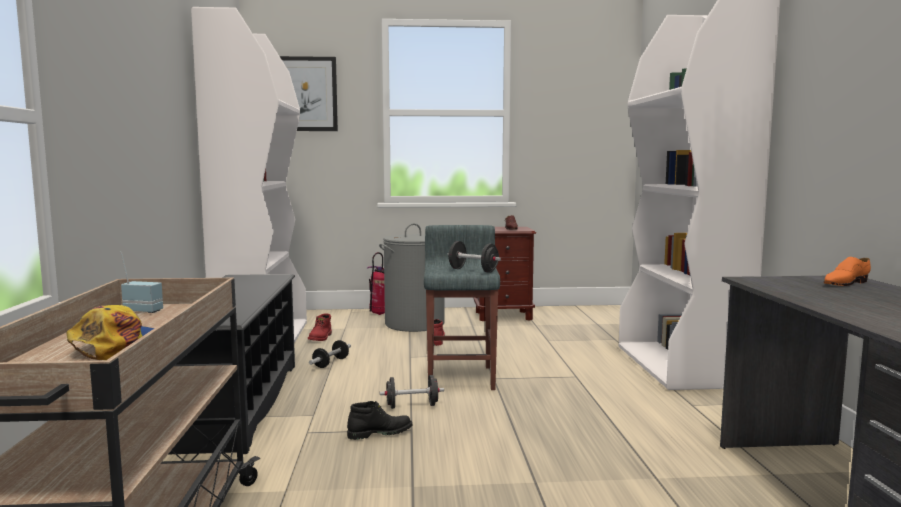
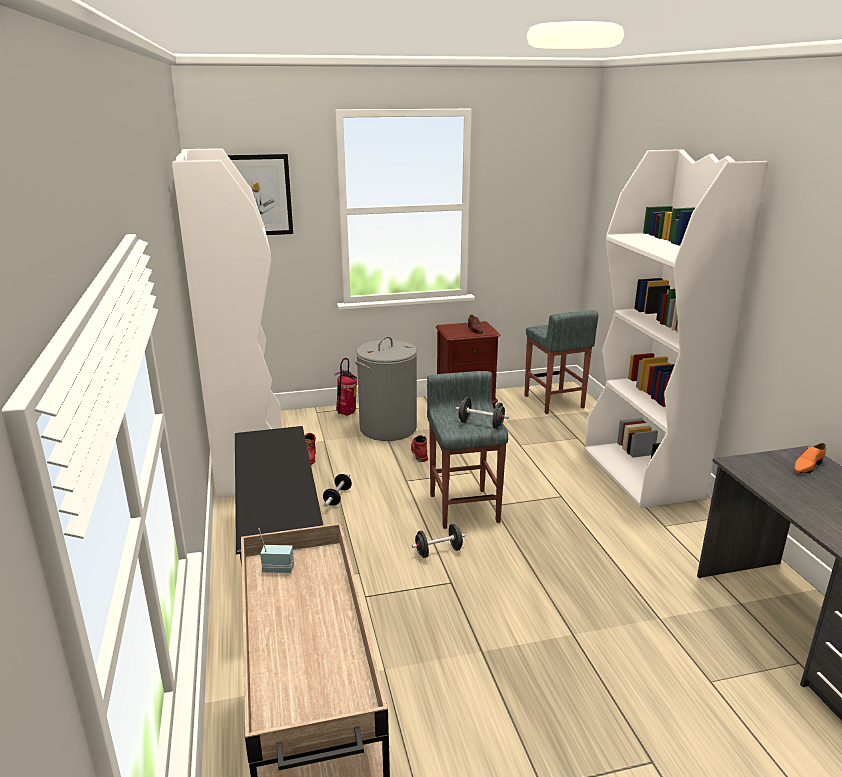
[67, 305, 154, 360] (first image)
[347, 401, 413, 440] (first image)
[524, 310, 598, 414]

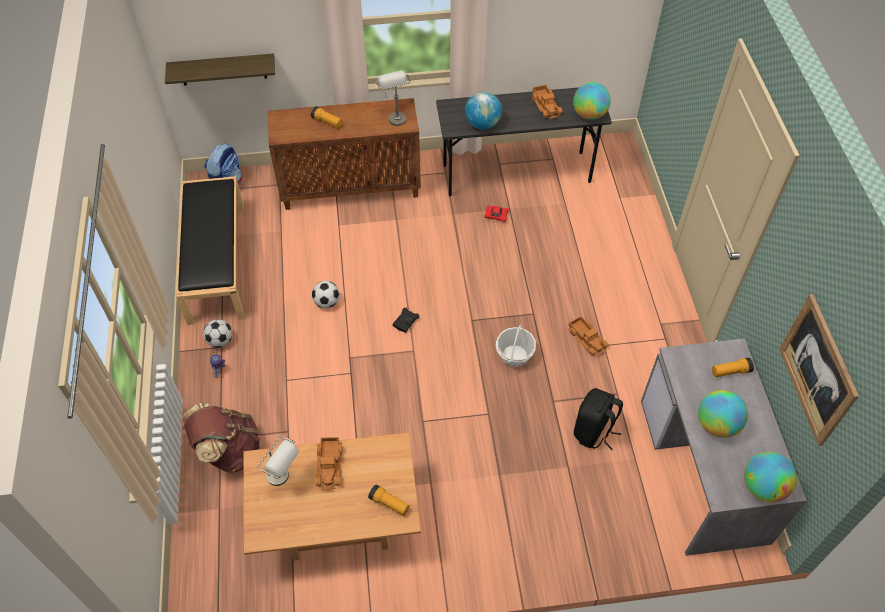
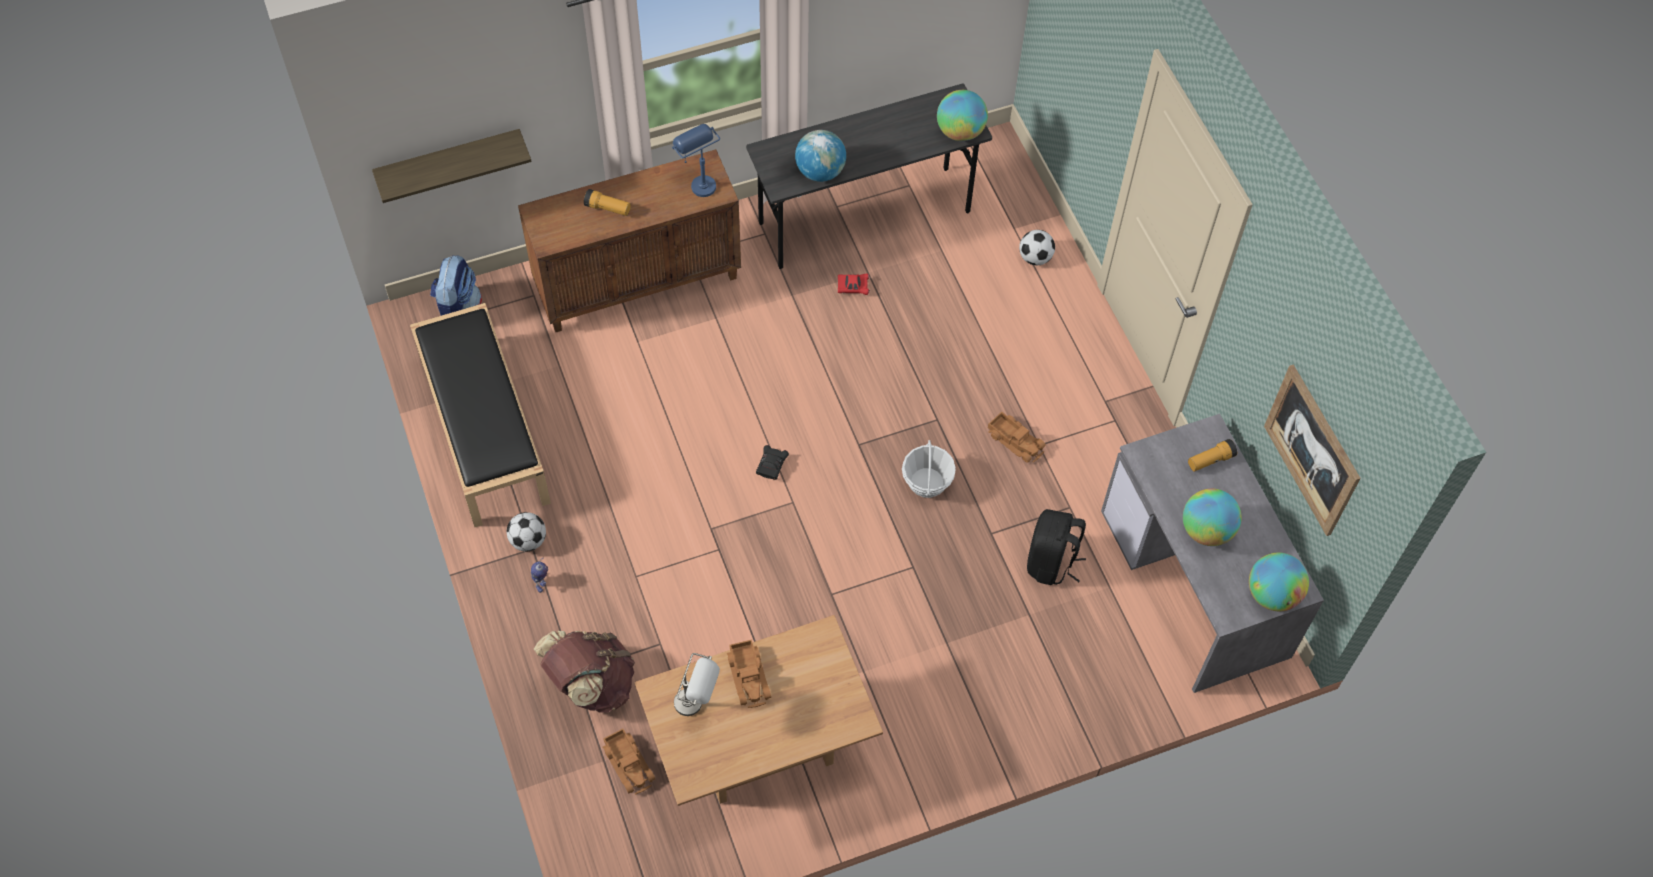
[672, 124, 720, 197]
[603, 729, 655, 794]
[1019, 230, 1055, 265]
[368, 484, 409, 516] (first image)

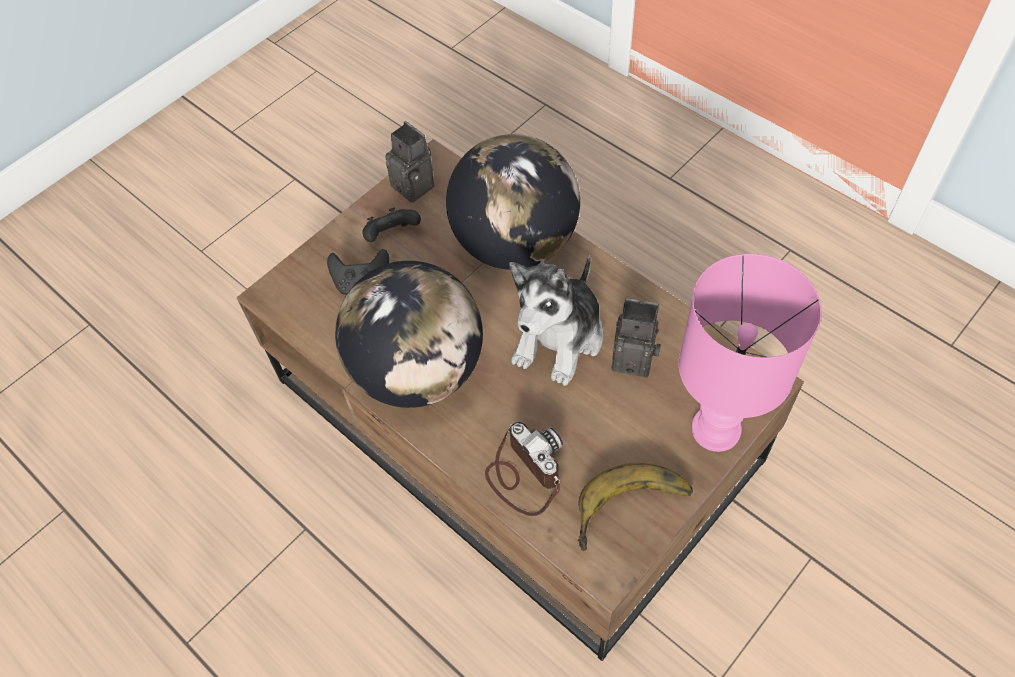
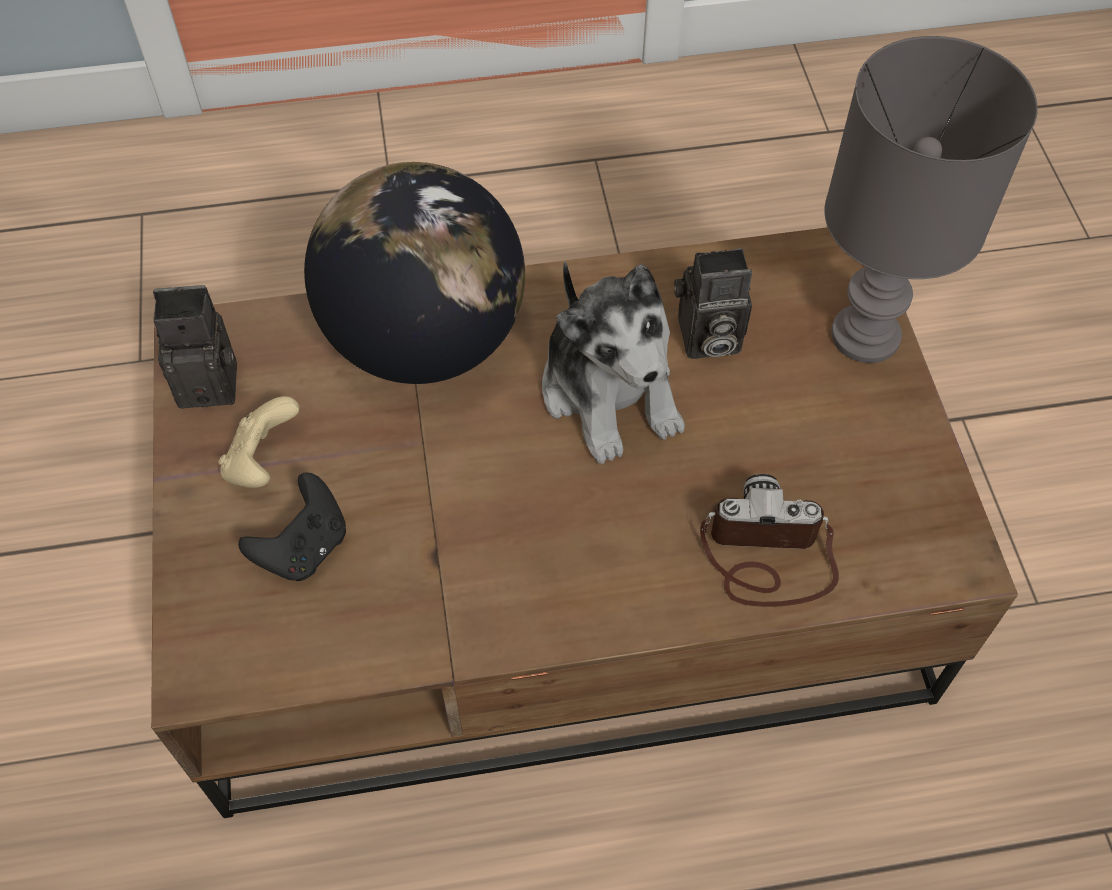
[218, 396, 300, 488]
[824, 36, 1038, 363]
[335, 261, 483, 408] (first image)
[674, 248, 752, 359]
[577, 463, 693, 551] (first image)

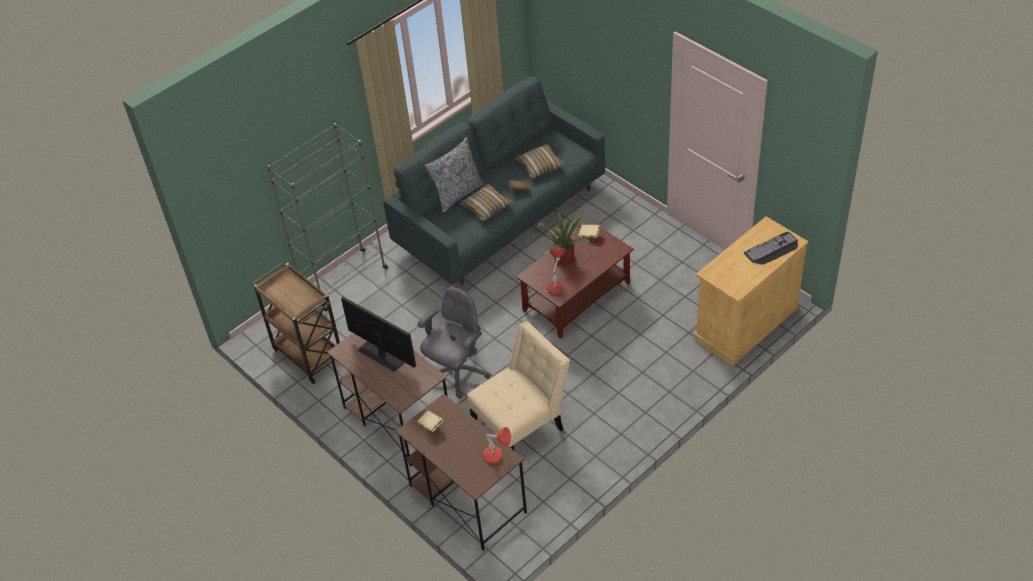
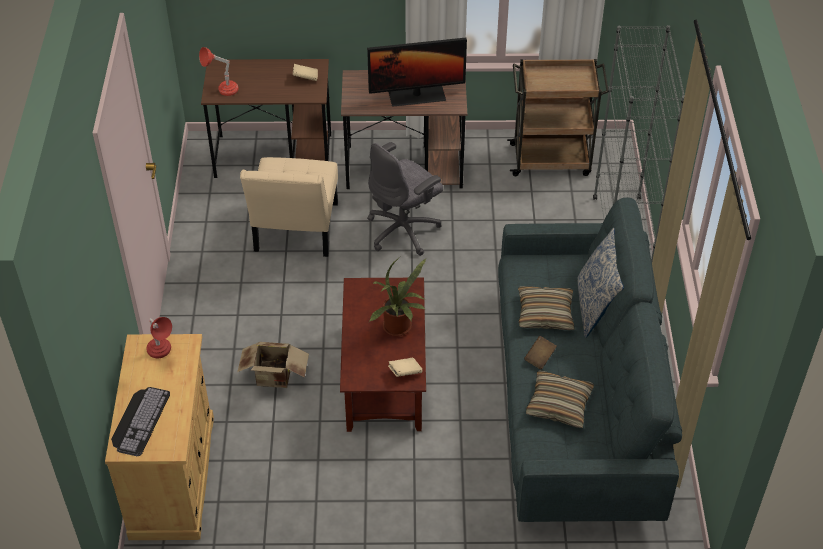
[146, 317, 172, 358]
[367, 142, 443, 256]
[237, 342, 309, 388]

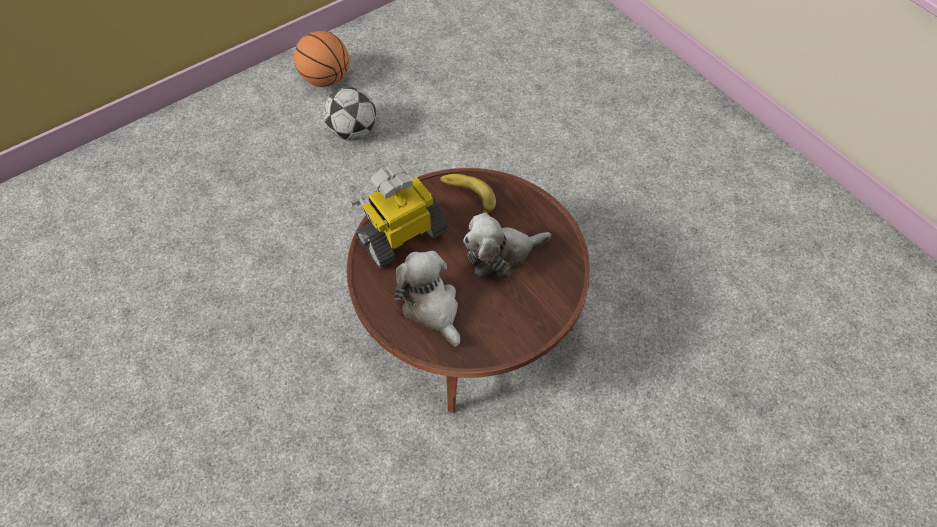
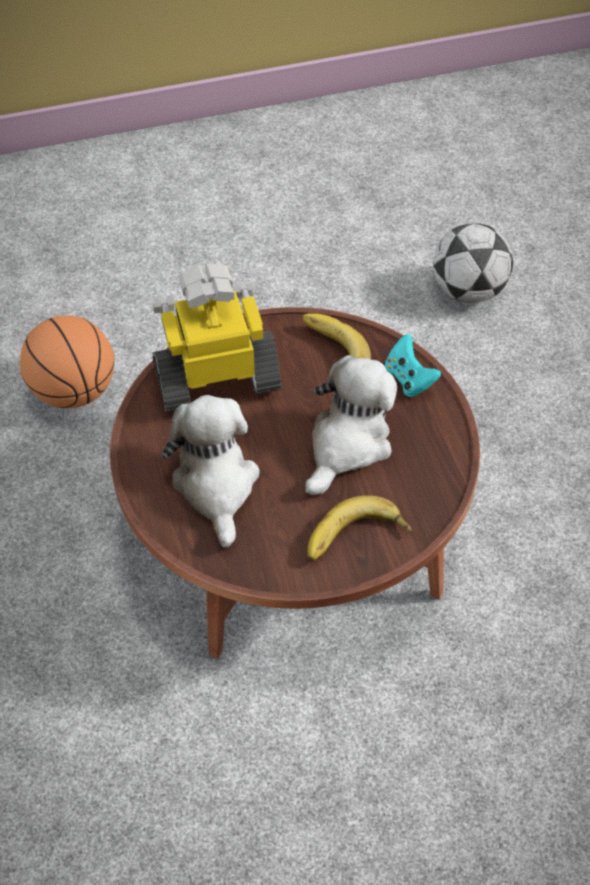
[20, 315, 114, 408]
[433, 223, 513, 303]
[305, 355, 397, 495]
[385, 334, 441, 397]
[308, 495, 412, 561]

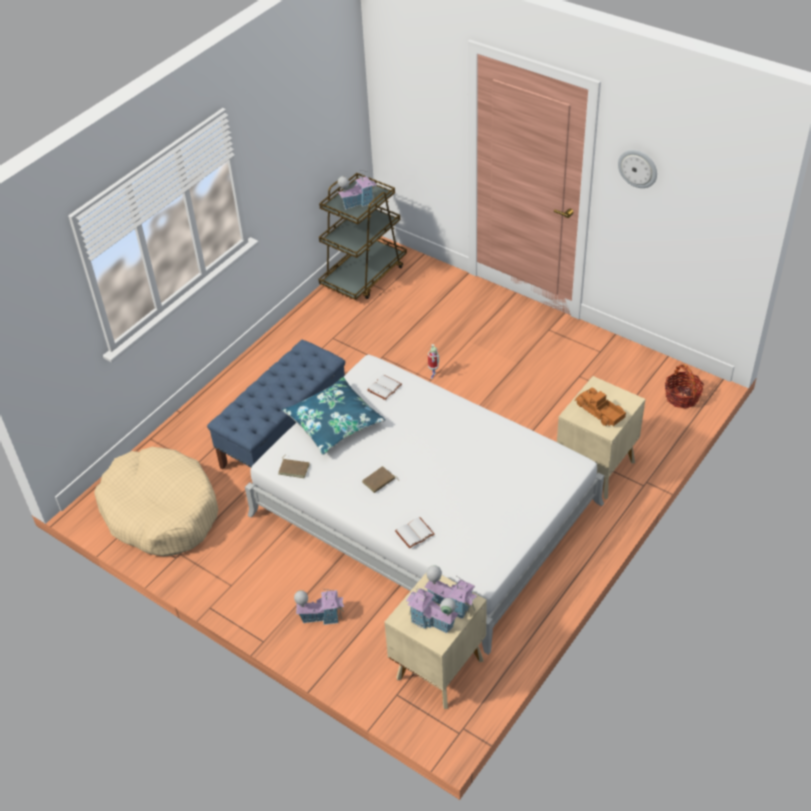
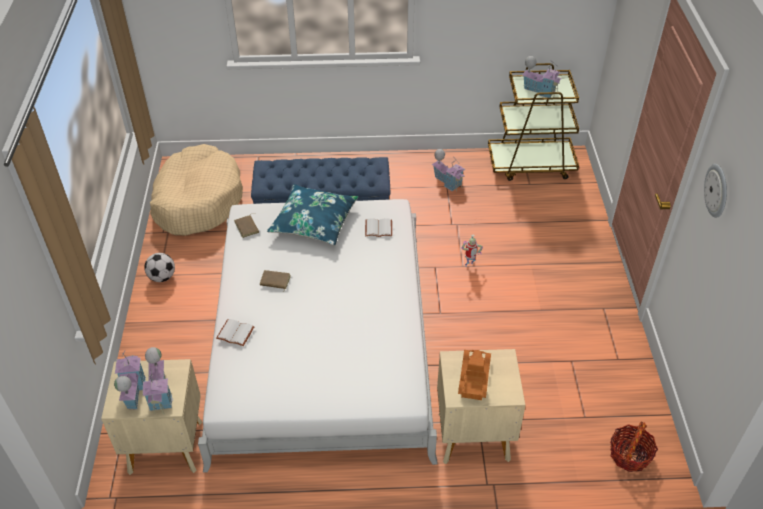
[432, 149, 465, 191]
[144, 253, 175, 282]

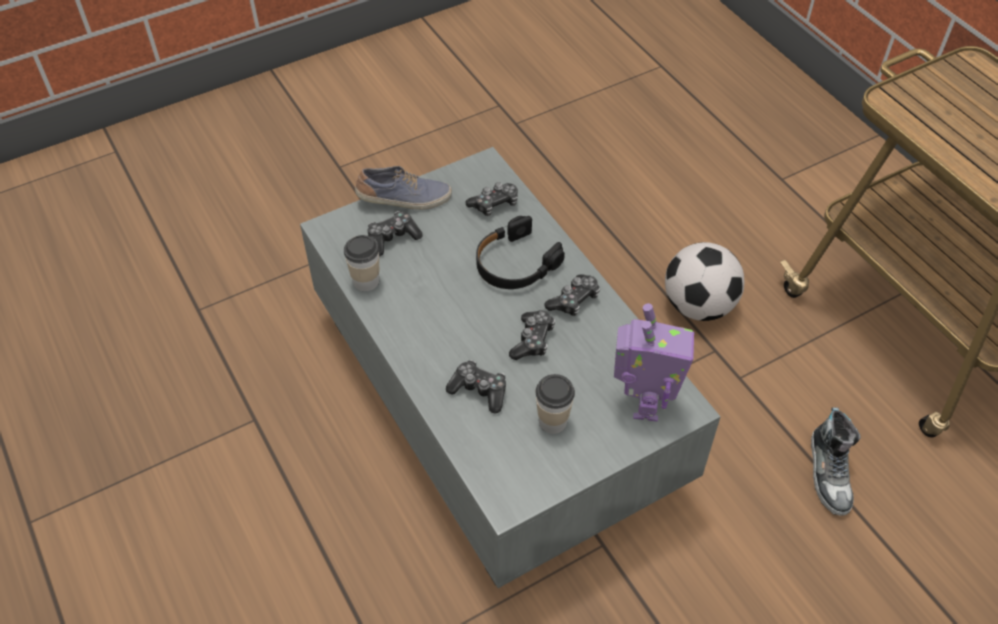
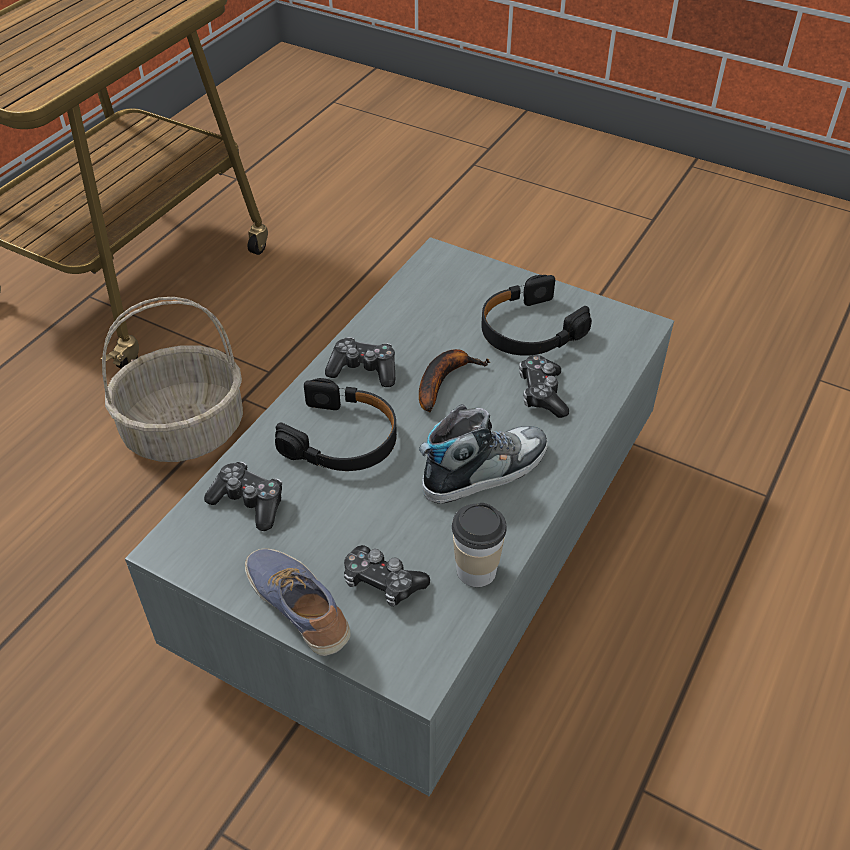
[102, 297, 243, 462]
[614, 303, 694, 422] (first image)
[419, 349, 490, 412]
[481, 275, 592, 356]
[419, 404, 548, 504]

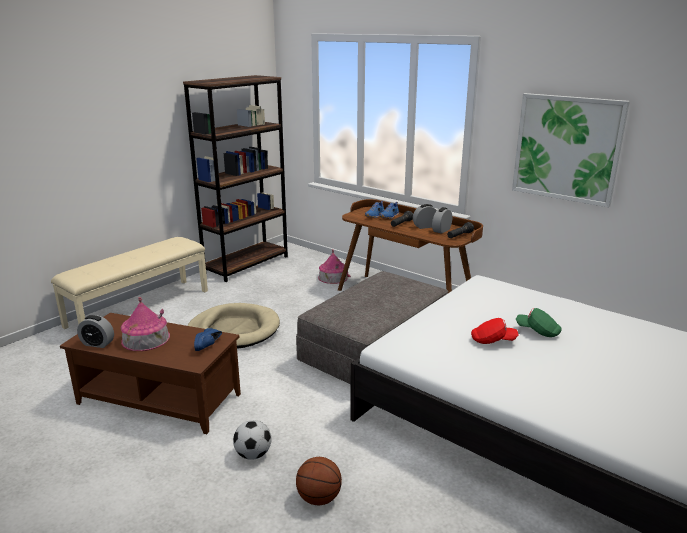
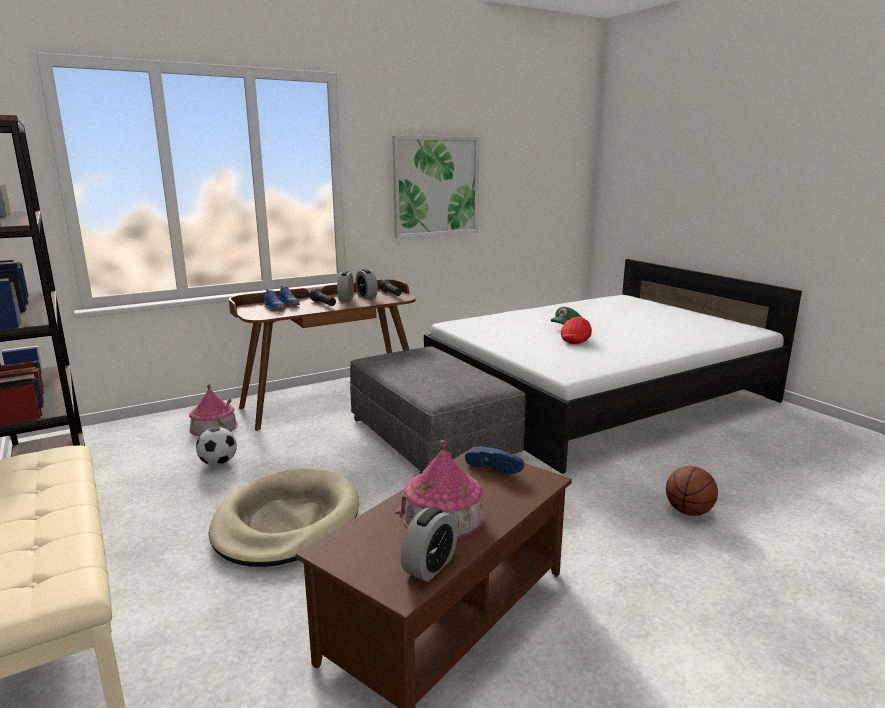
[196, 427, 237, 466]

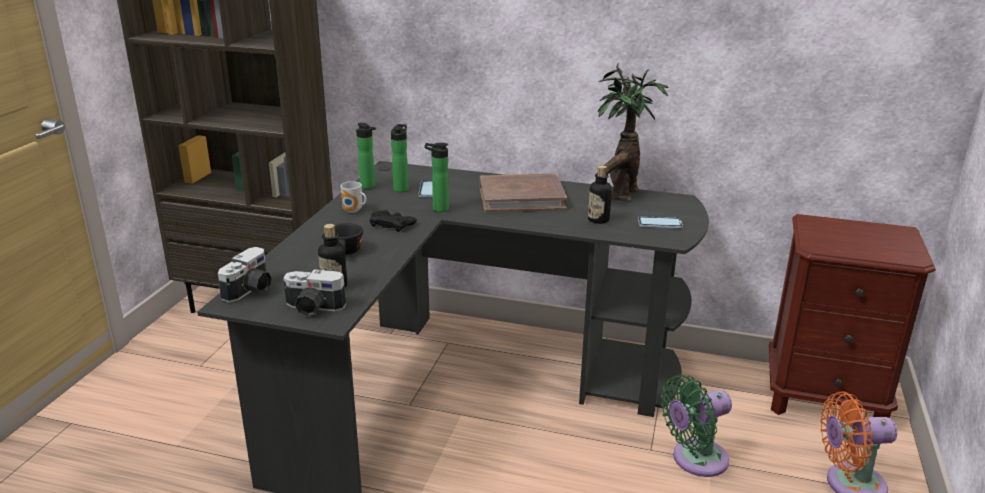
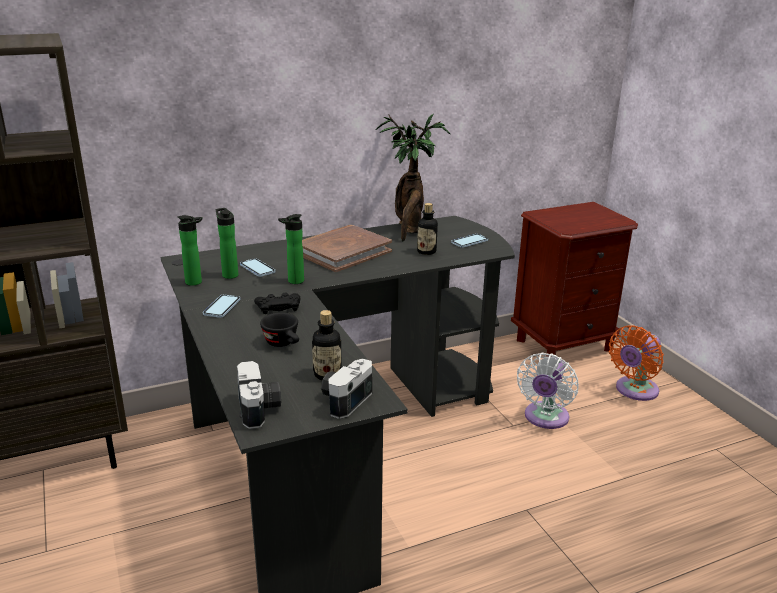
[203, 295, 241, 318]
[321, 358, 372, 419]
[517, 353, 579, 429]

